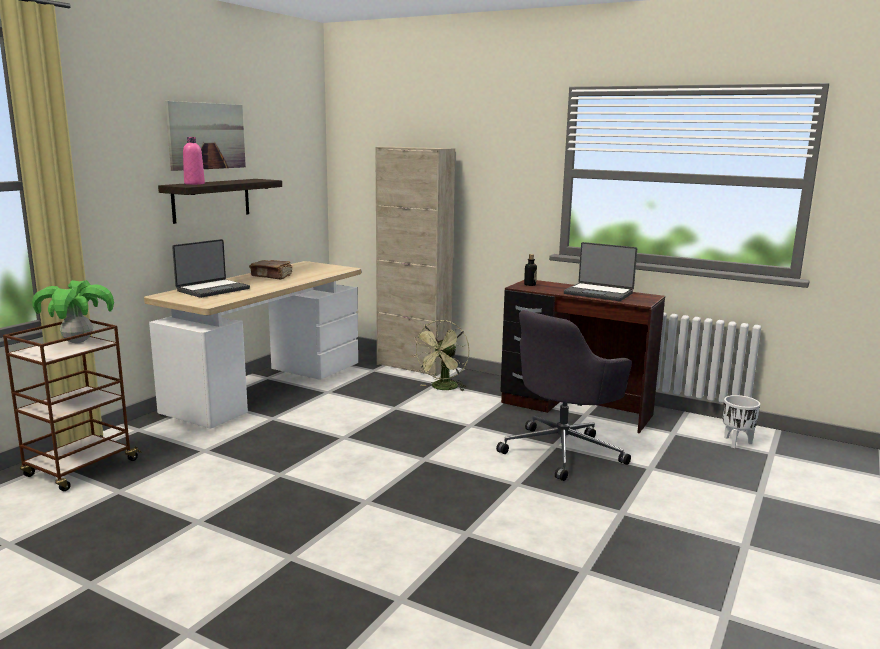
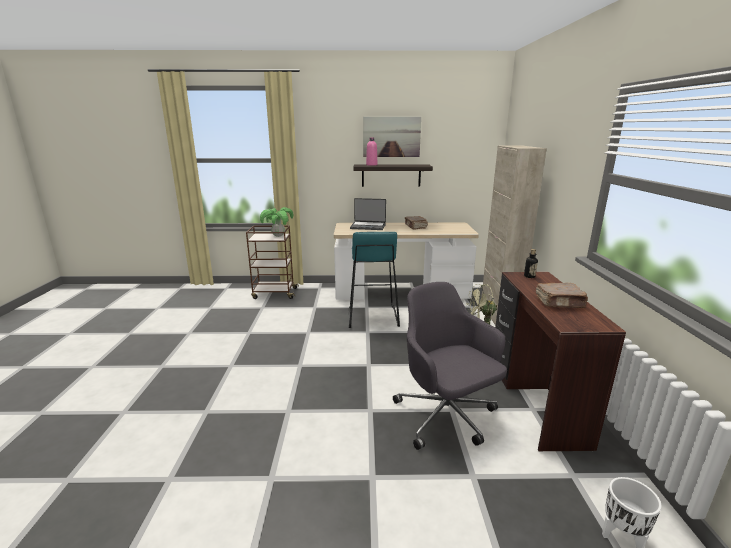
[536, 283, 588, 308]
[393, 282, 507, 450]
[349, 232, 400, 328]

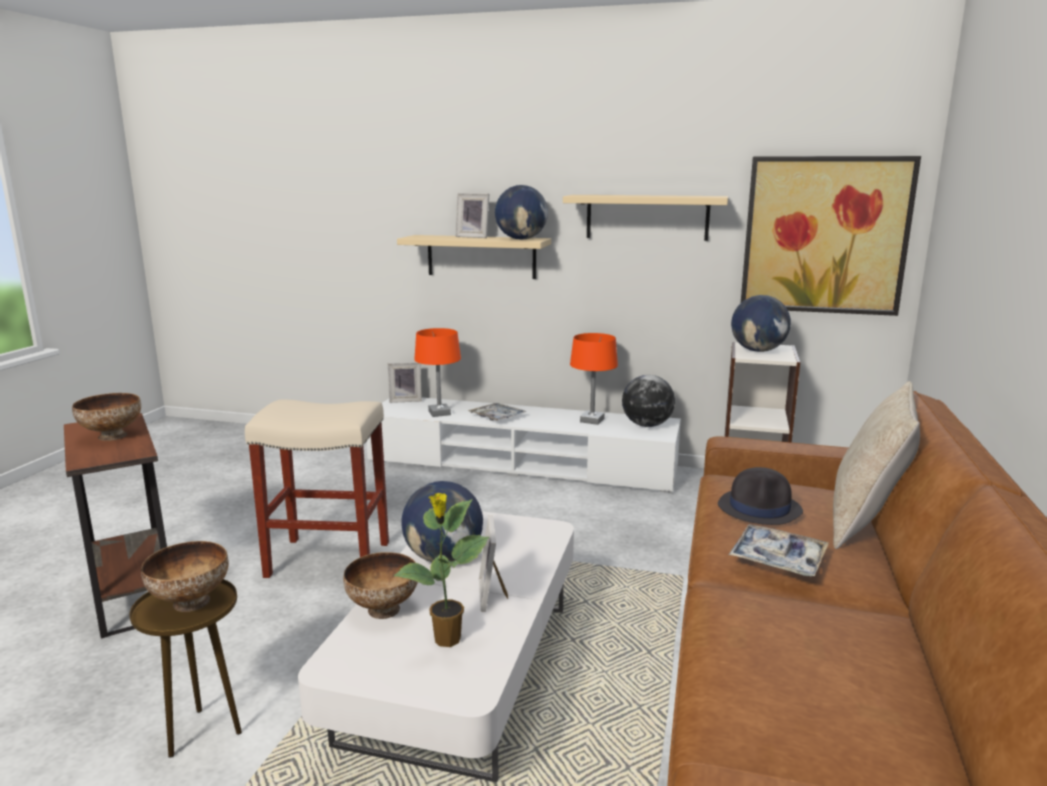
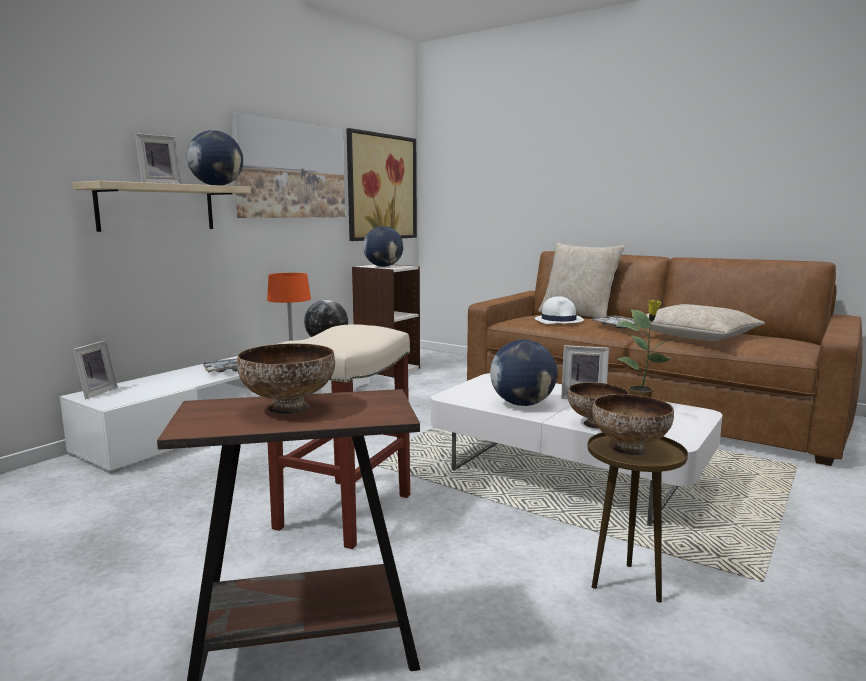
[231, 113, 345, 218]
[414, 328, 461, 417] (first image)
[535, 296, 584, 324]
[632, 304, 765, 341]

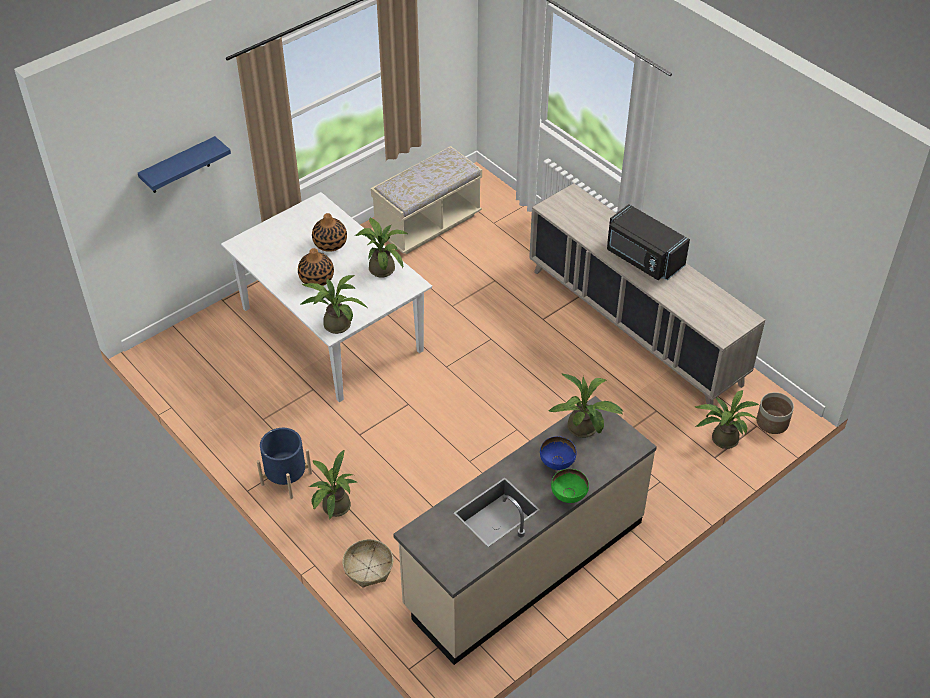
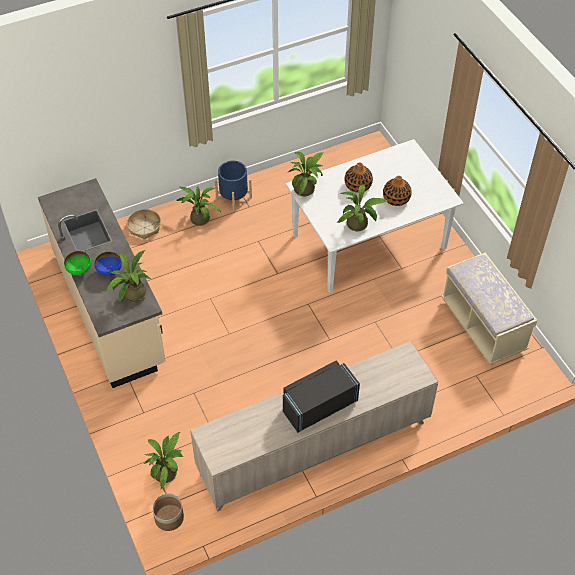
[138, 136, 231, 193] (first image)

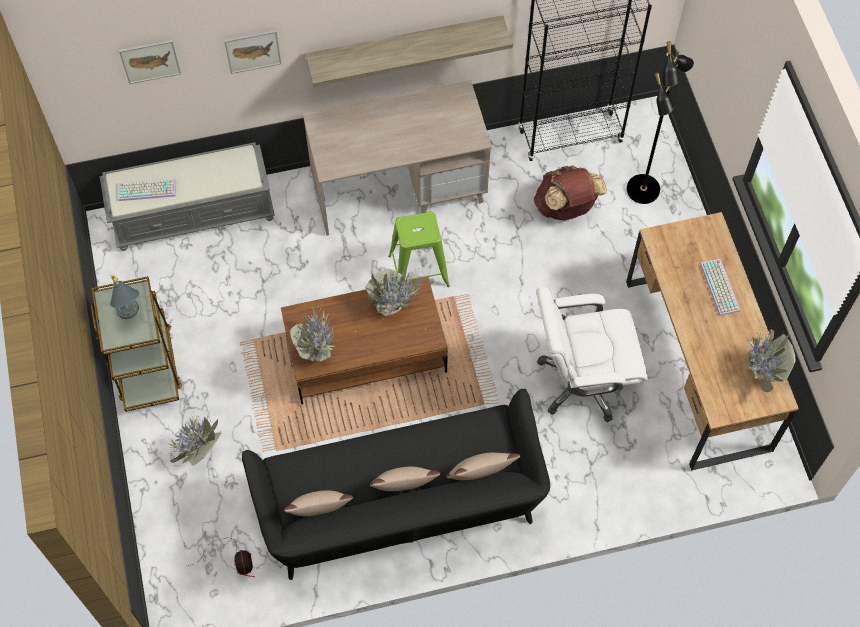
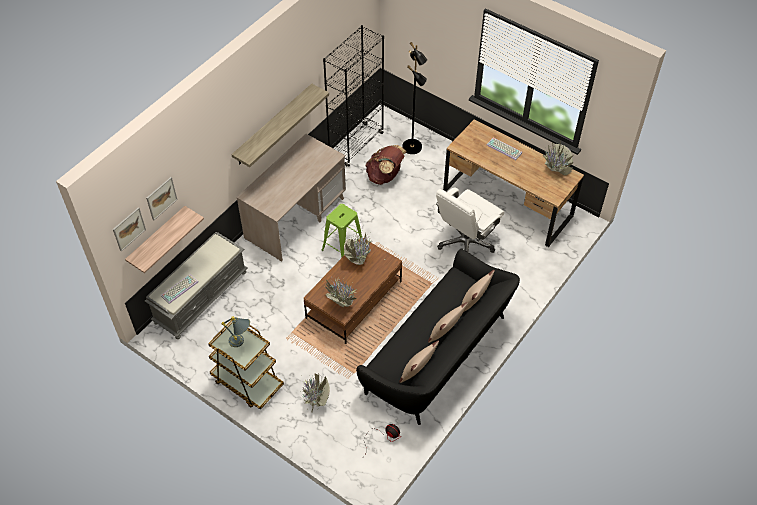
[113, 207, 146, 252]
[125, 206, 204, 273]

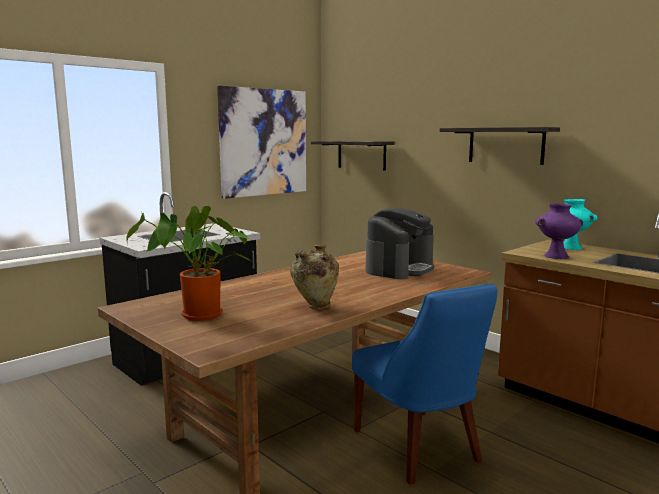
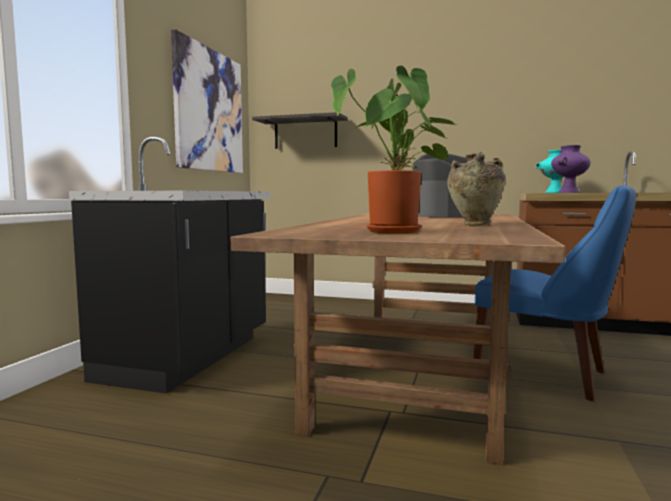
[440, 127, 560, 165] (first image)

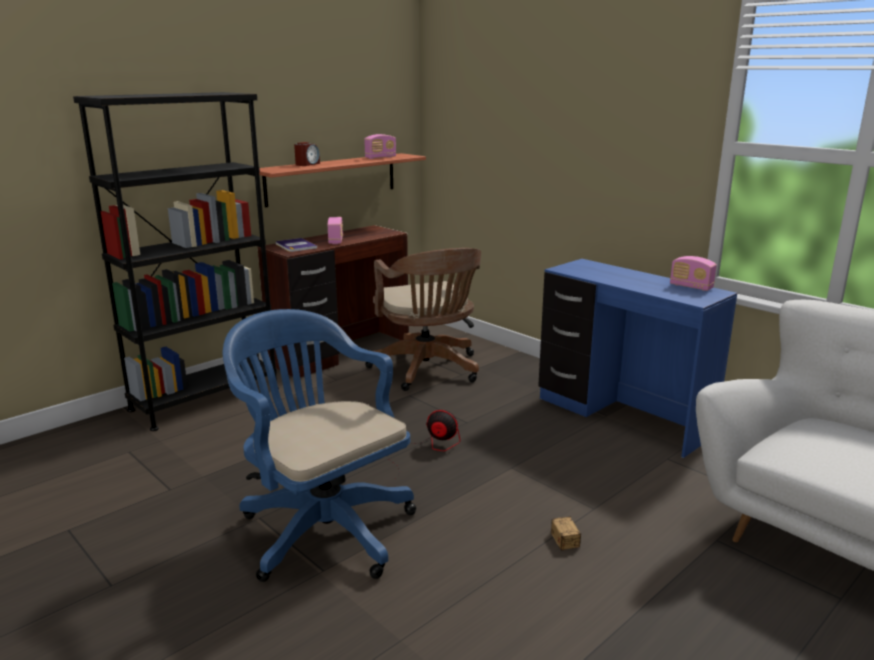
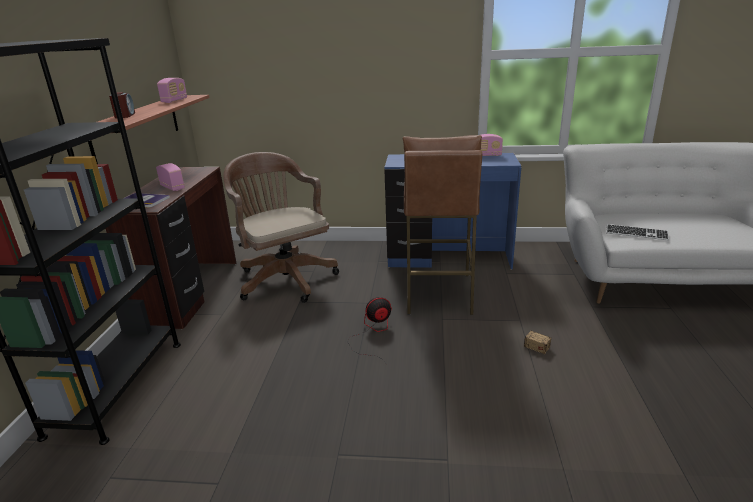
[223, 152, 339, 303]
[223, 309, 416, 582] (first image)
[402, 135, 482, 315]
[606, 224, 669, 240]

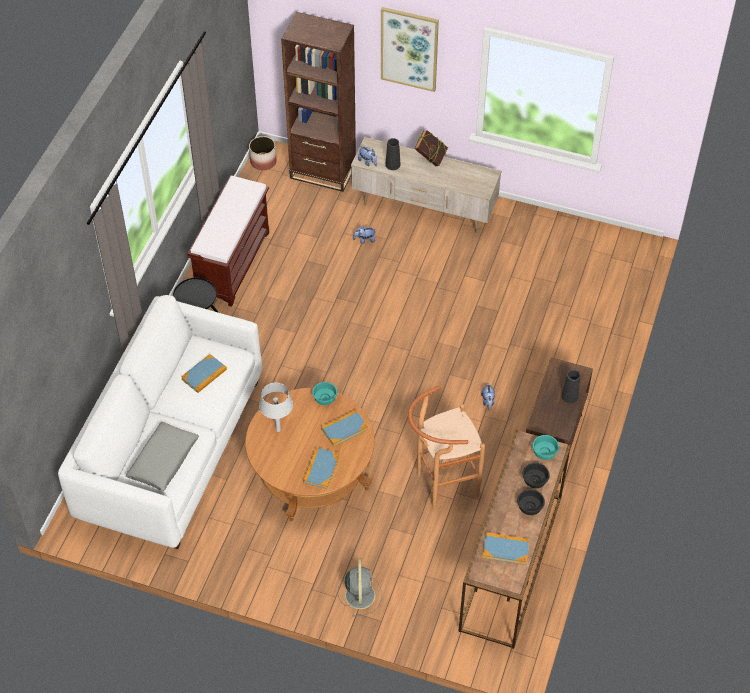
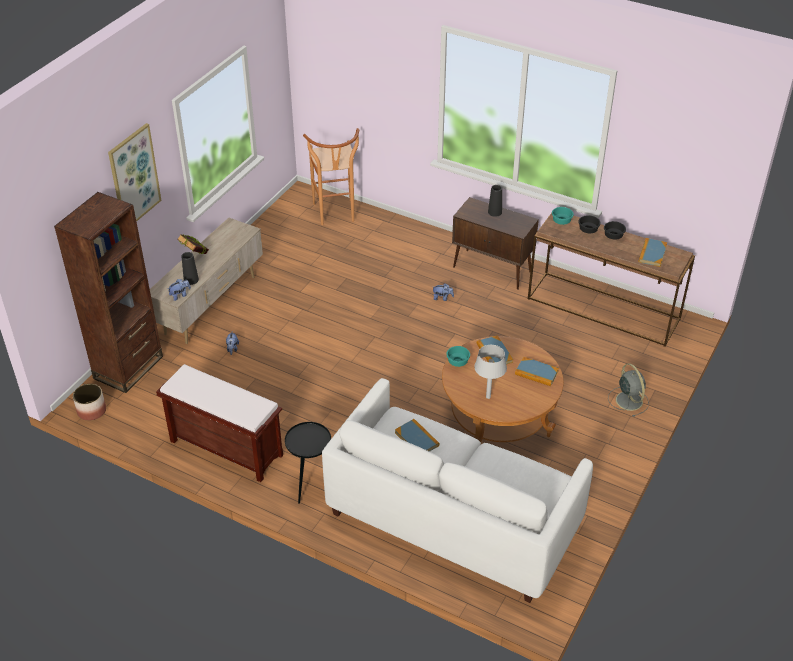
[303, 128, 359, 225]
[126, 422, 199, 491] (first image)
[608, 363, 649, 417]

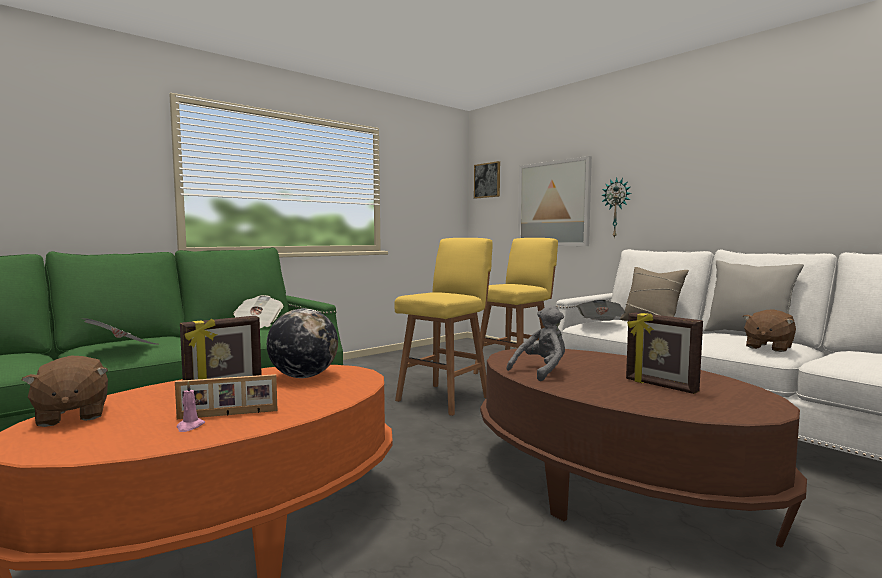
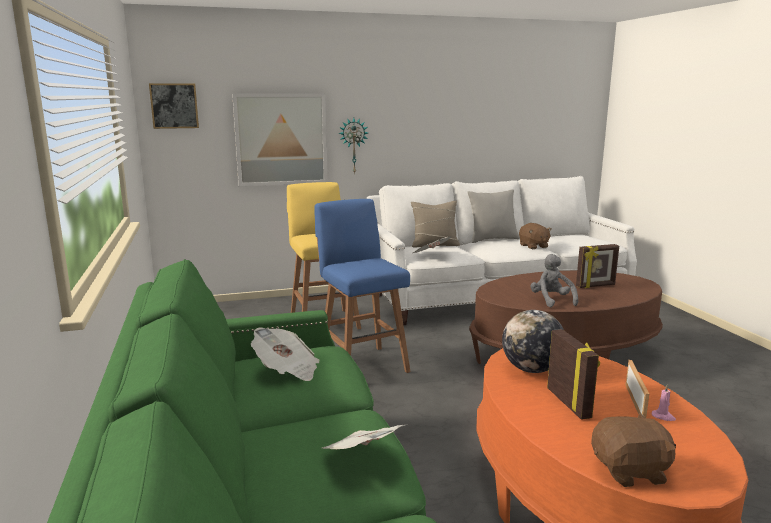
[314, 199, 410, 373]

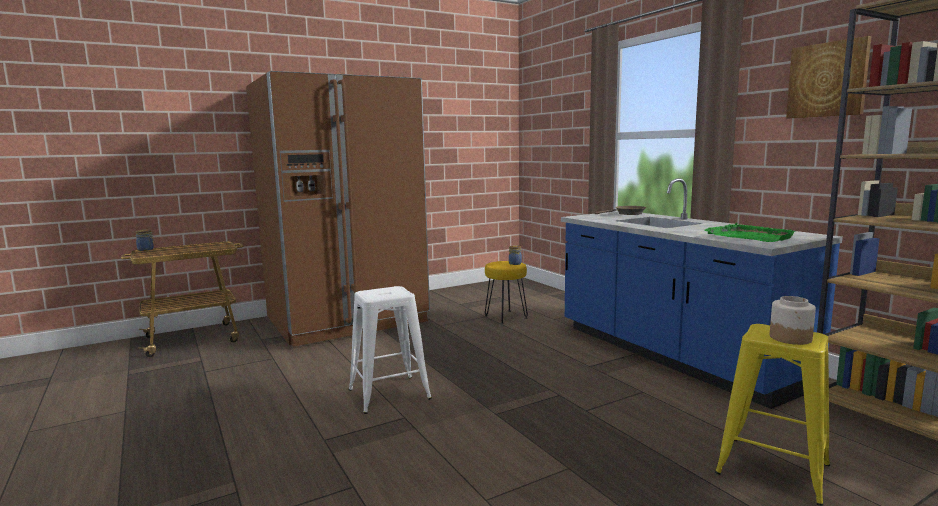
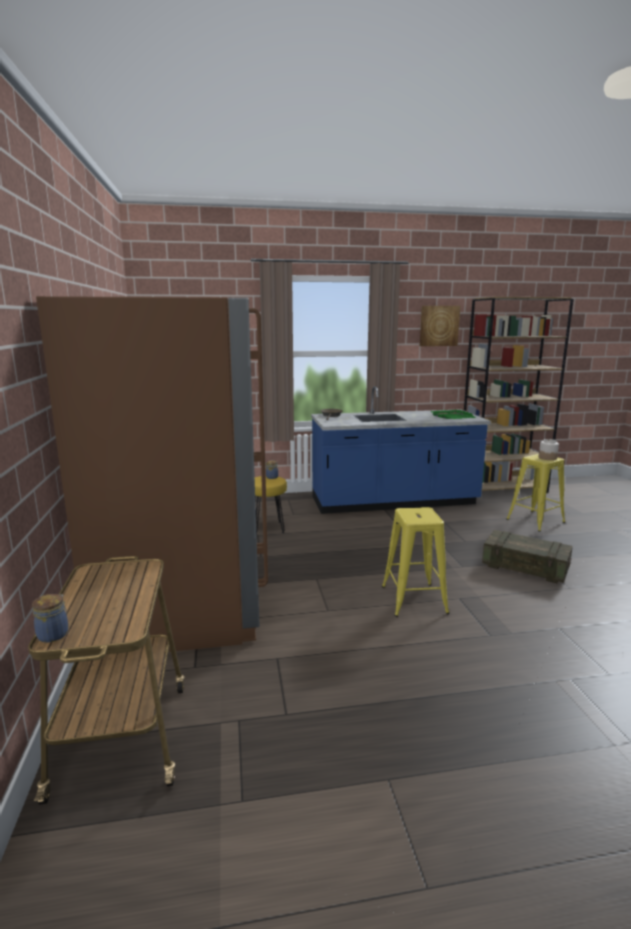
[382, 507, 449, 617]
[482, 530, 572, 583]

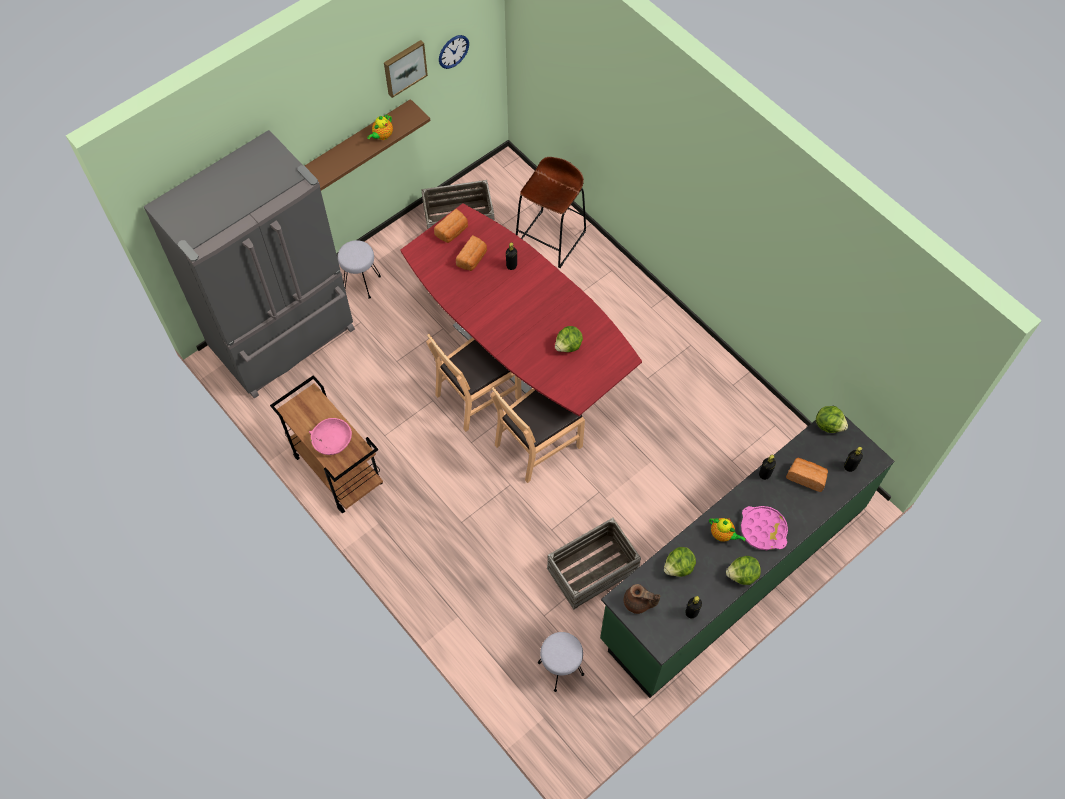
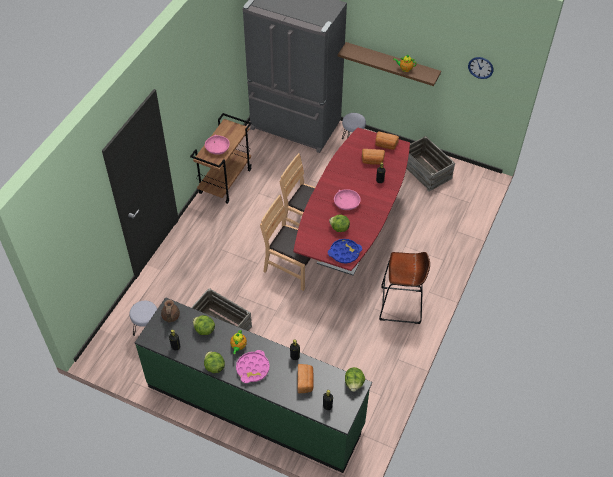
[384, 40, 428, 98] (first image)
[379, 252, 430, 324]
[334, 189, 361, 210]
[328, 239, 362, 263]

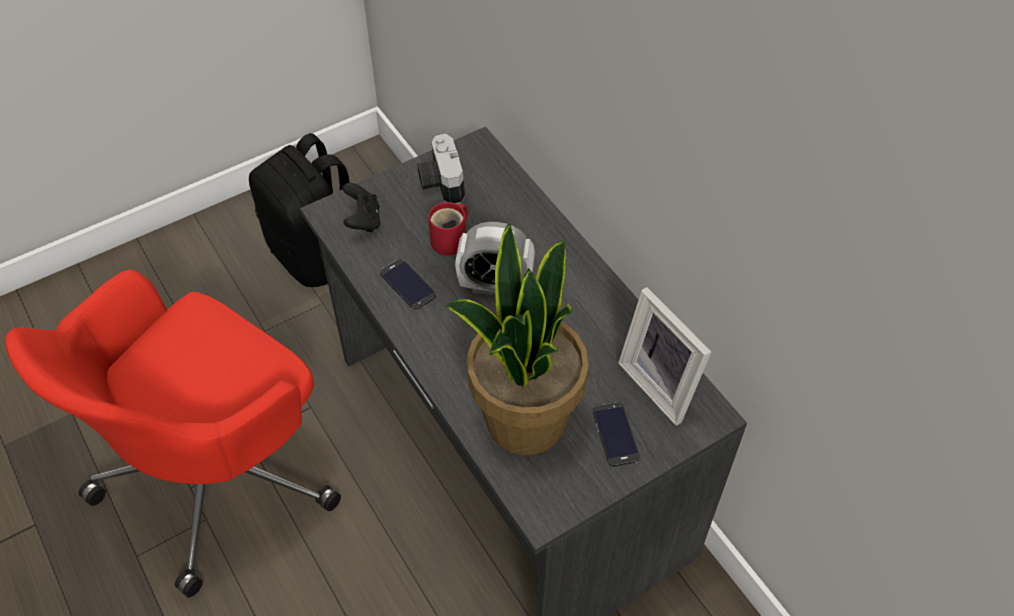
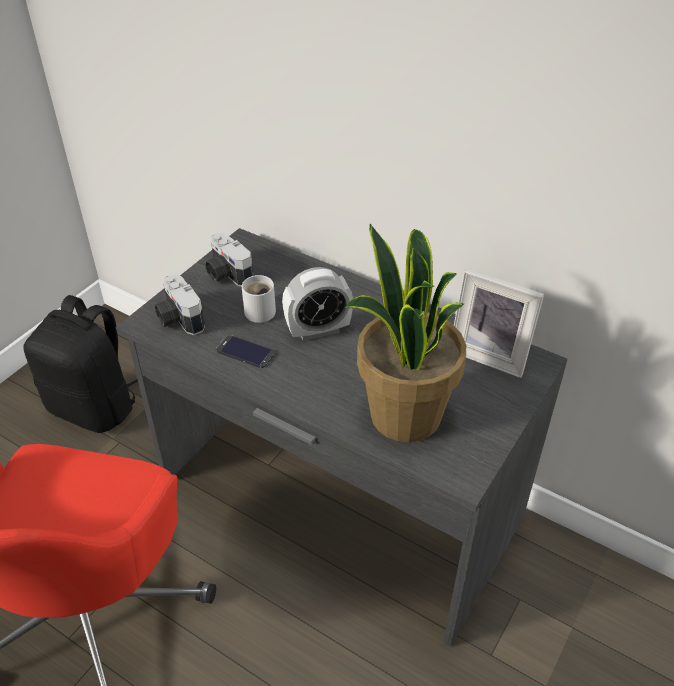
[154, 274, 205, 335]
[242, 275, 276, 323]
[593, 402, 640, 466] (first image)

